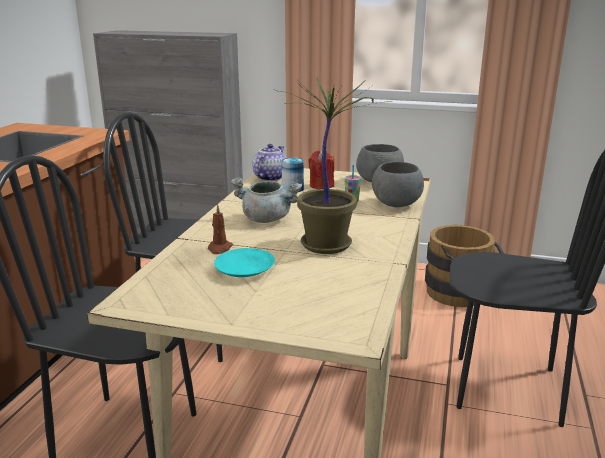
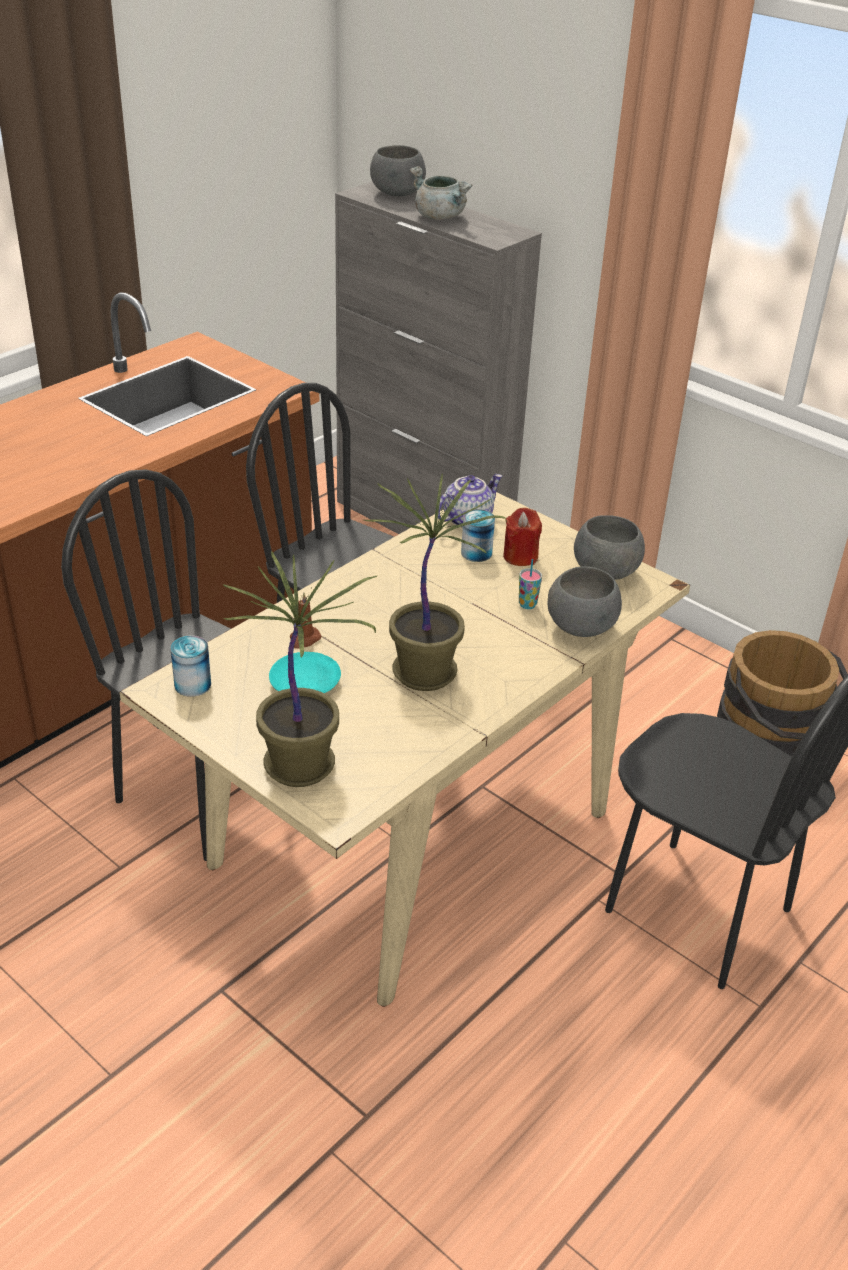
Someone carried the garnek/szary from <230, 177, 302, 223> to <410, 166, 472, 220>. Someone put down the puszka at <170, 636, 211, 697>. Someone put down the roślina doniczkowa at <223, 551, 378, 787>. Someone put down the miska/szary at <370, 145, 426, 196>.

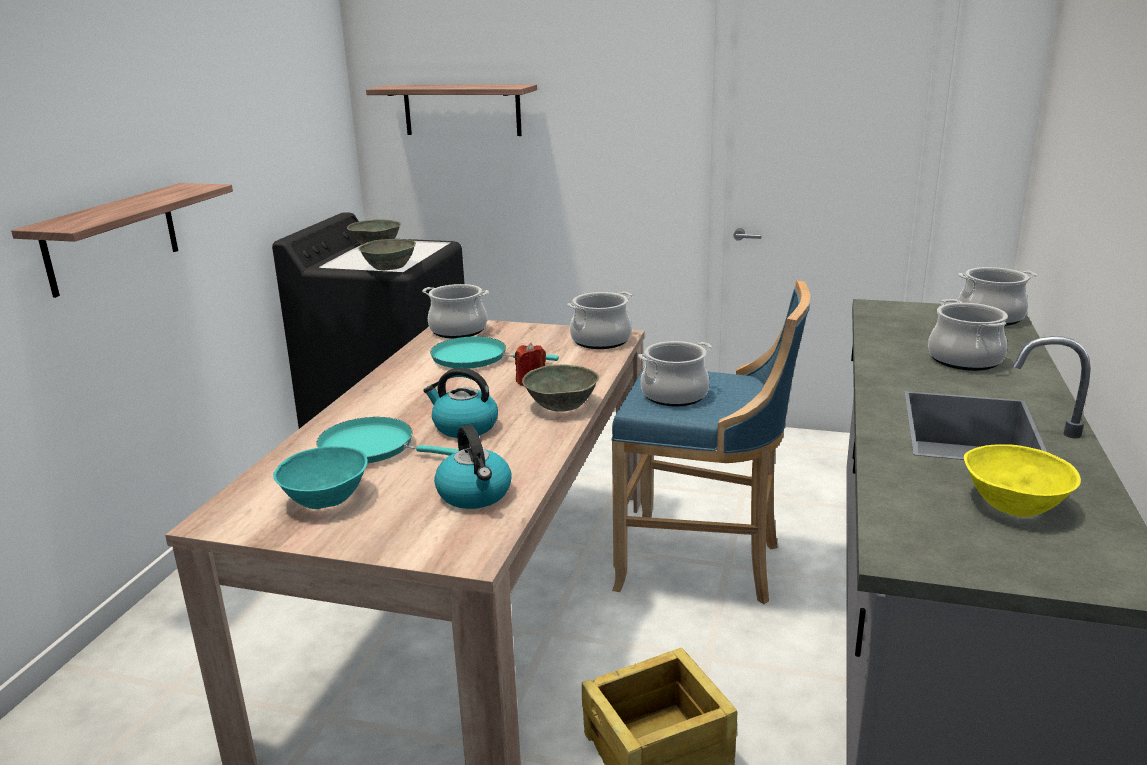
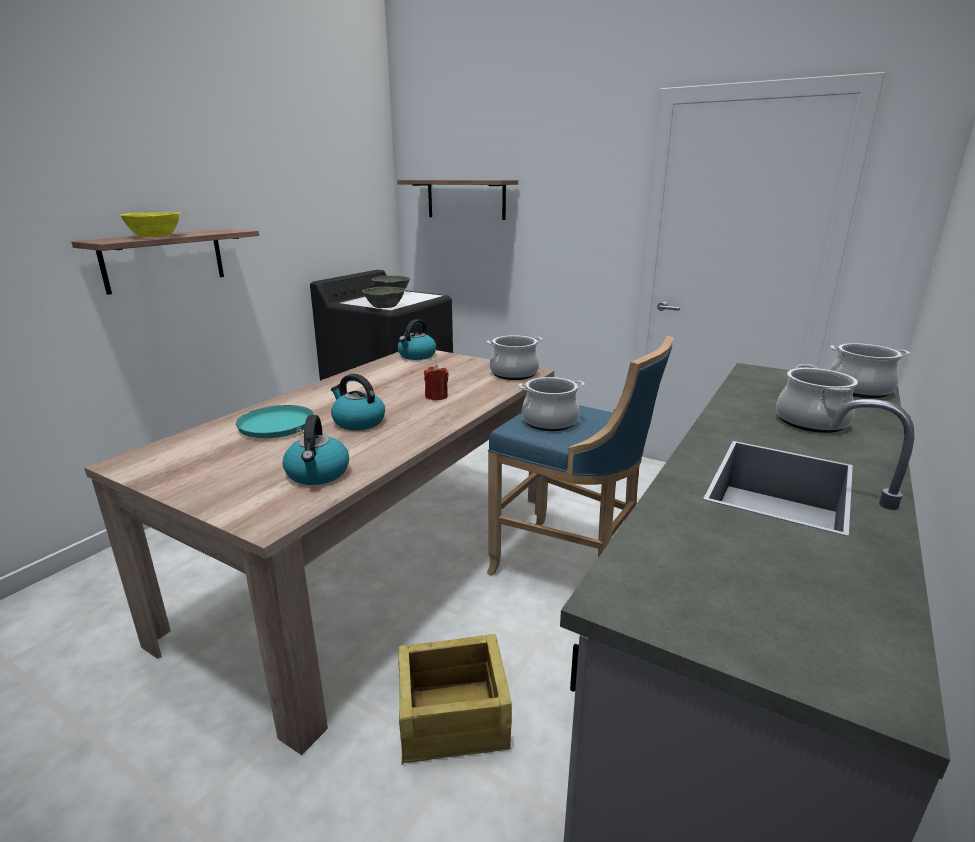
Someone took away the miska/turkusowy at <273, 446, 368, 509>. Someone swapped the garnek at <422, 284, 489, 339> for the czajnik at <398, 319, 436, 360>. Someone took away the patelnia/turkusowy at <430, 336, 559, 369>. Someone took away the miska/szary at <522, 364, 599, 411>. Someone carried the miska/żółty from <964, 444, 1081, 517> to <119, 212, 181, 237>.

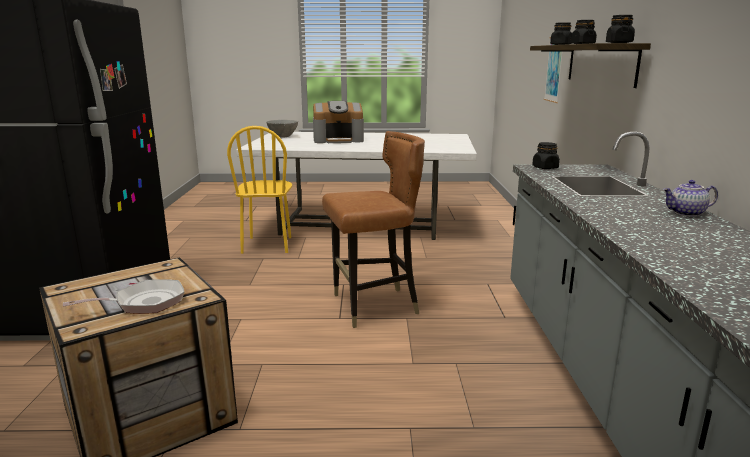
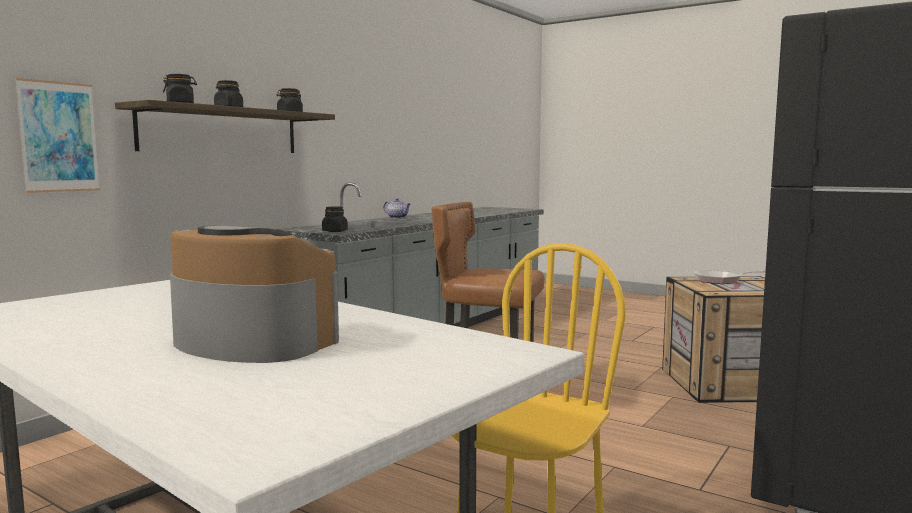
Someone took away the miska/szary at <266, 120, 298, 138>.

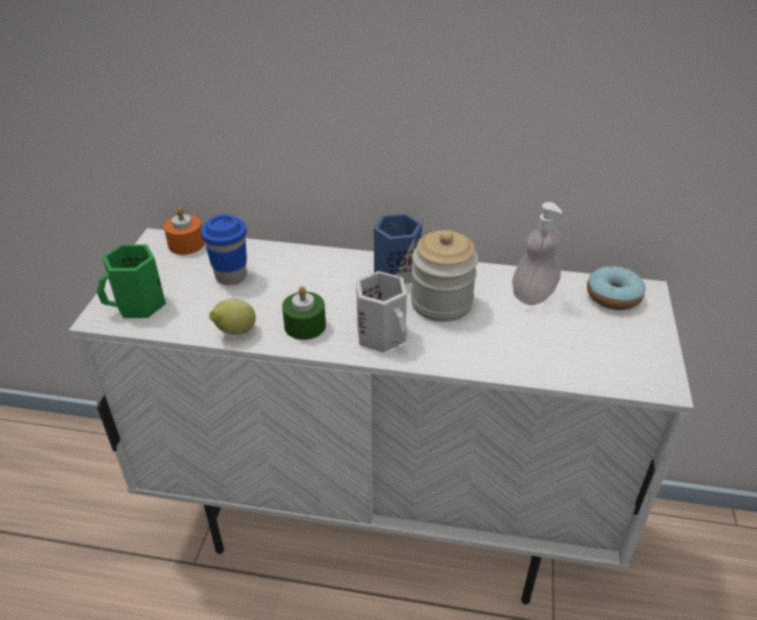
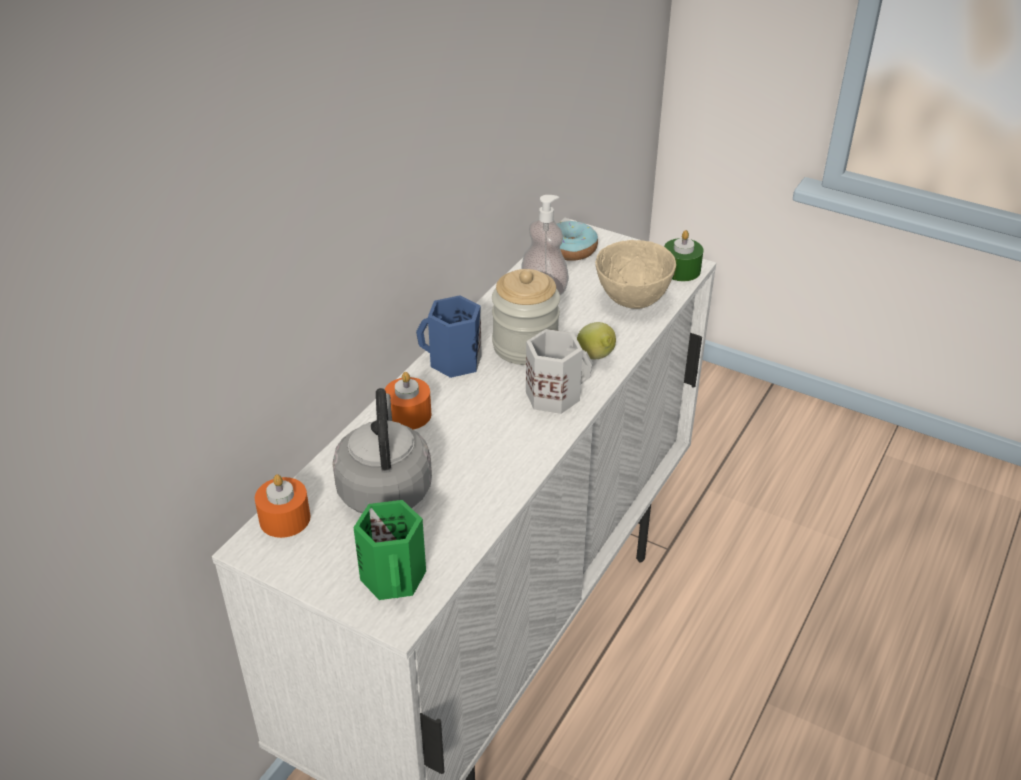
Someone swapped the filiżanka/niebieski at <201, 214, 247, 285> for the czajnik/szary at <332, 388, 432, 513>. Someone carried the cytryna from <209, 299, 256, 335> to <577, 322, 616, 359>. Someone carried the świeca/zielony from <282, 286, 326, 340> to <664, 230, 703, 281>. Someone put down the świeca/pomarańczowy at <385, 372, 431, 429>. Someone put down the miska/beżowy at <595, 240, 676, 309>.

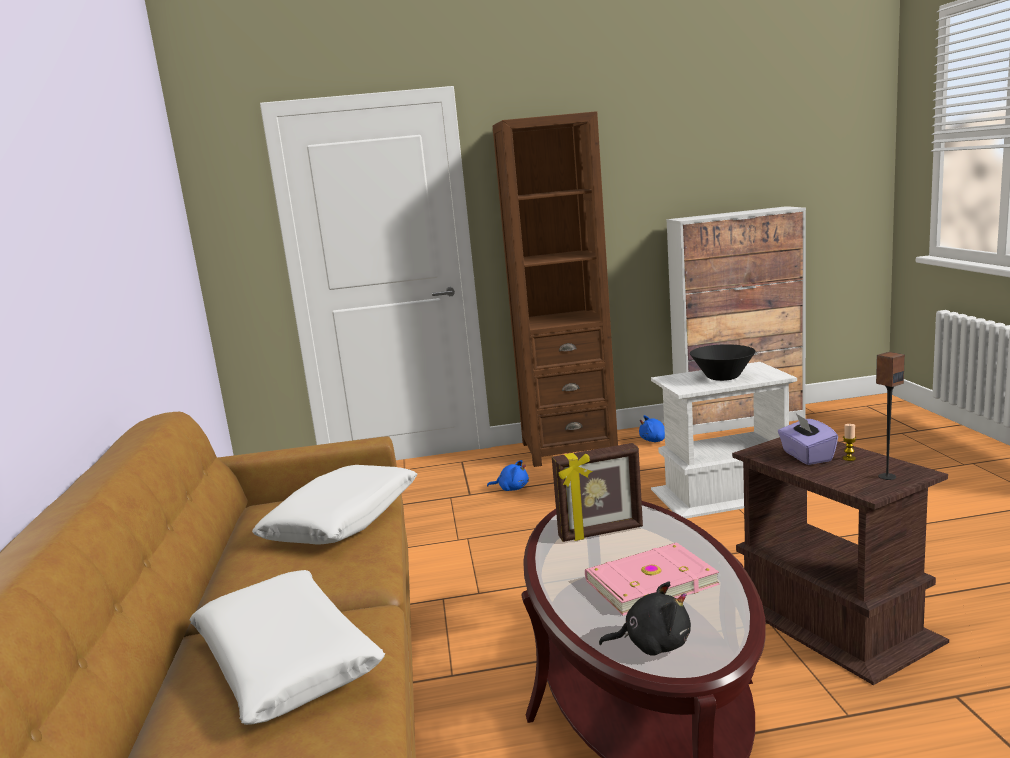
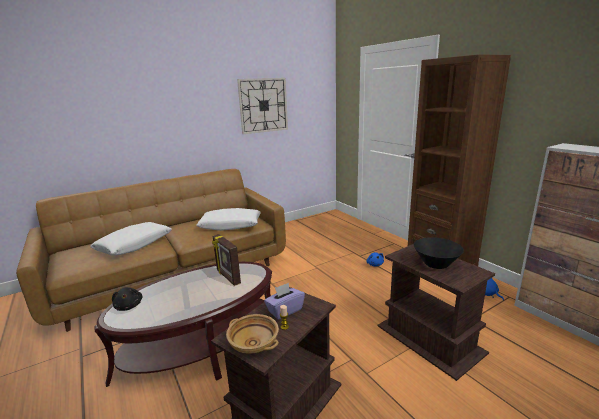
Someone took away the książka/różowy at <585, 542, 720, 616>. Someone repainted the stolik/biały at <651, 362, 797, 518>, which became the stolik/brązowy at <378, 244, 495, 381>. Someone swapped the głośnik at <876, 352, 905, 480> for the miska/beżowy at <226, 314, 279, 354>. Someone put up the zegar ścienny at <237, 78, 288, 134>.

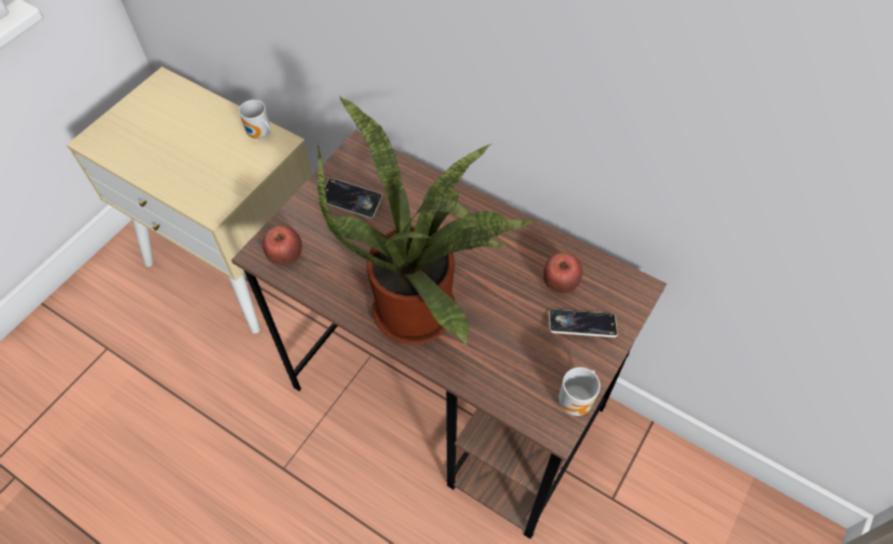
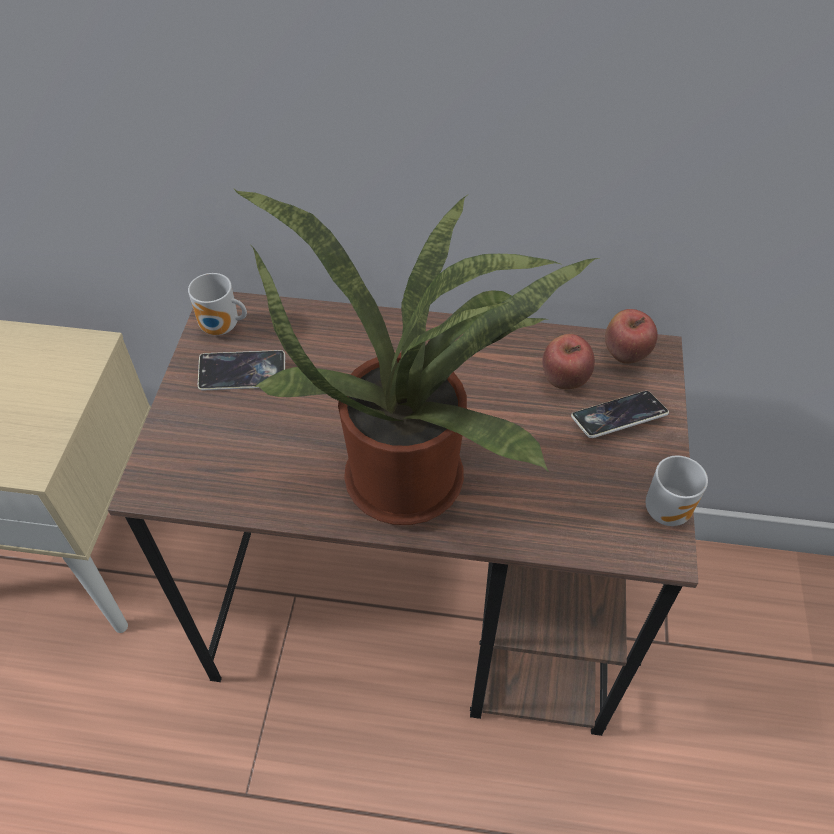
Someone carried the kubek from <239, 100, 271, 139> to <188, 273, 247, 335>. Someone carried the jabłko from <263, 225, 302, 265> to <605, 309, 658, 364>.

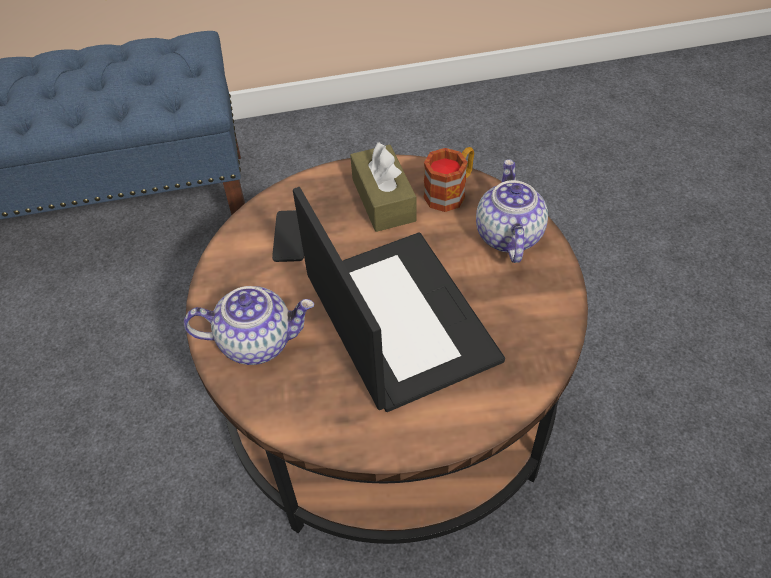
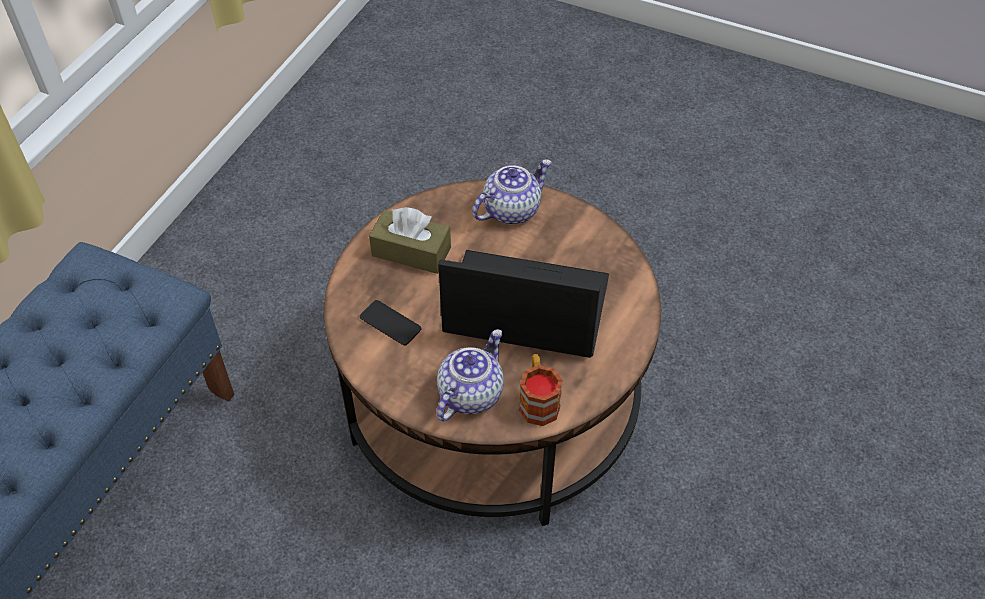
Someone carried the kubek from <424, 147, 474, 212> to <519, 354, 563, 426>. Someone rotated the imbryk at <476, 159, 548, 263> by 105 degrees clockwise.

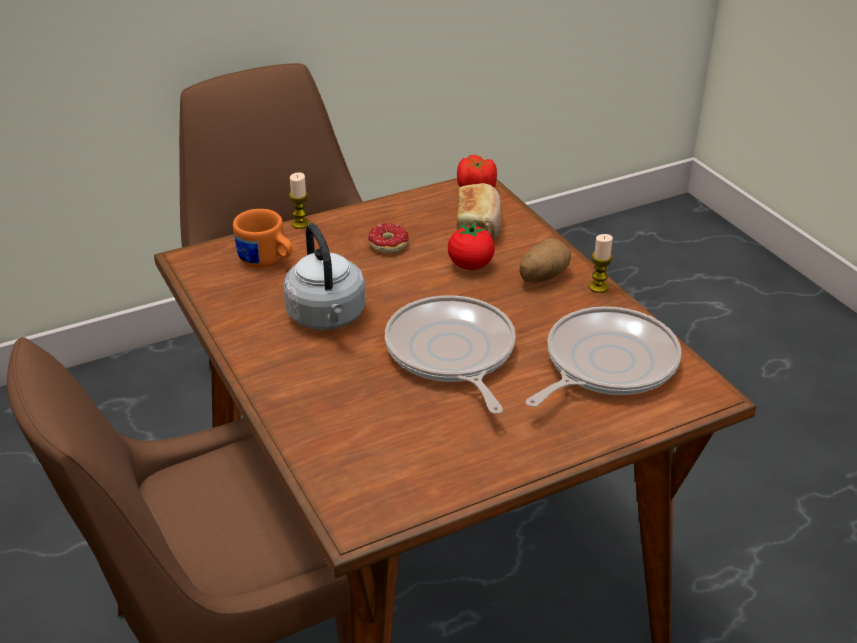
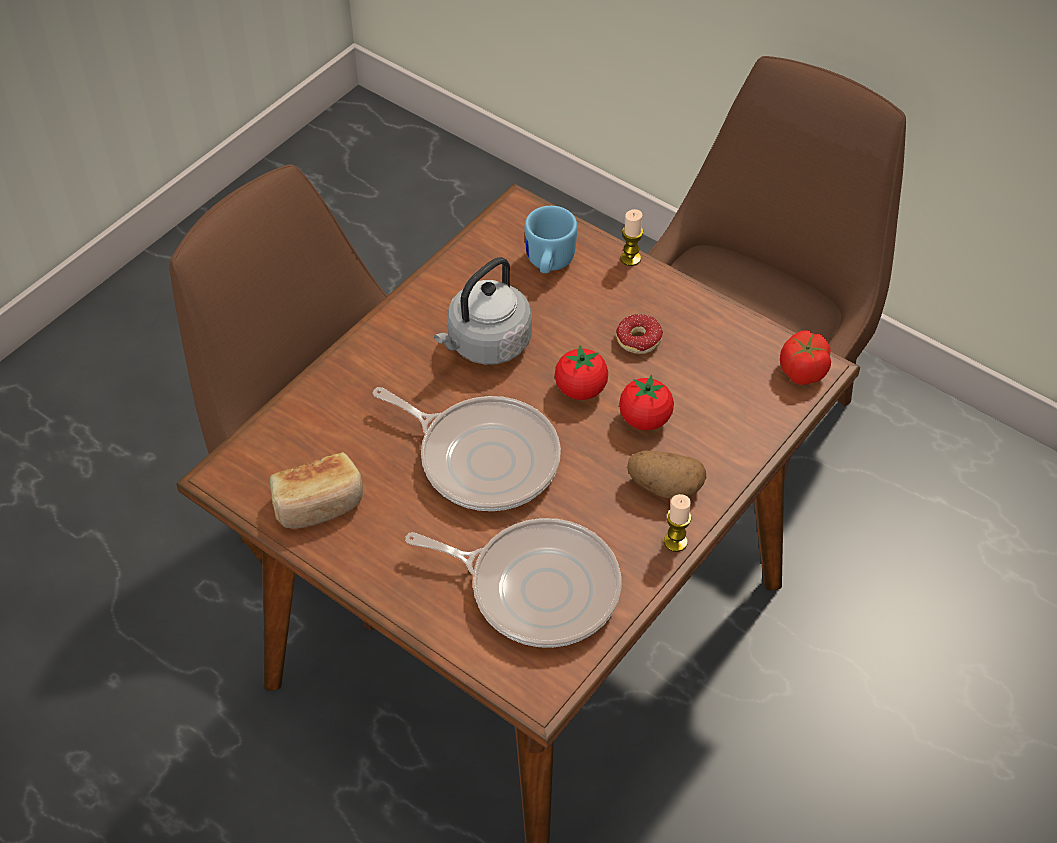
Someone repainted the kubek/pomarańczowy at <233, 209, 293, 268>, which became the kubek/niebieski at <524, 206, 578, 273>. Someone rotated the patelnia at <385, 295, 516, 414> by 75 degrees clockwise. Someone carried the chleb from <457, 183, 502, 240> to <270, 452, 363, 529>. Someone put down the pomidor at <555, 345, 608, 400>.

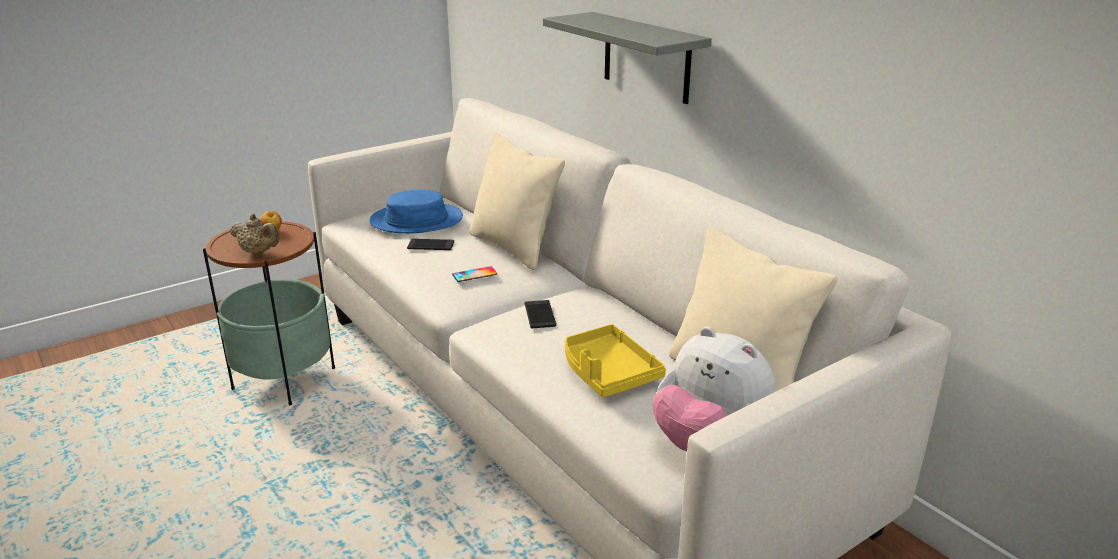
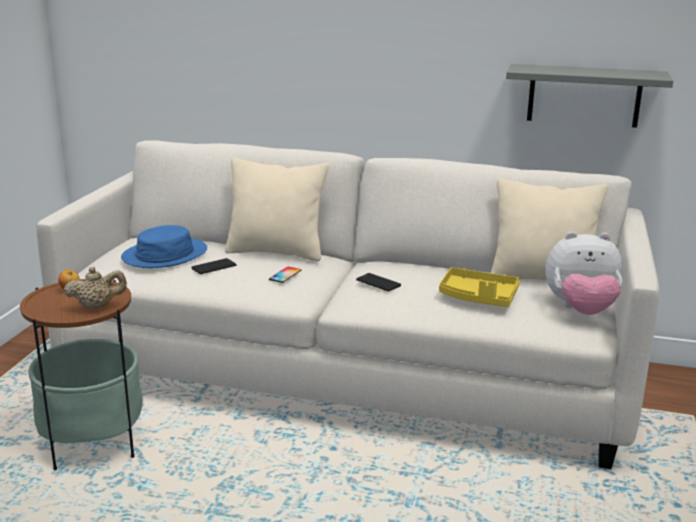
Someone carried the półka/szary from <543, 12, 712, 104> to <506, 64, 673, 128>.

